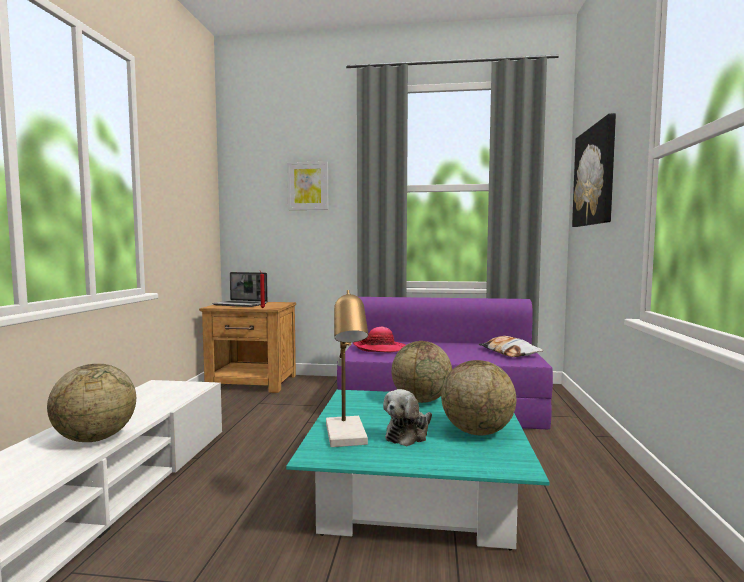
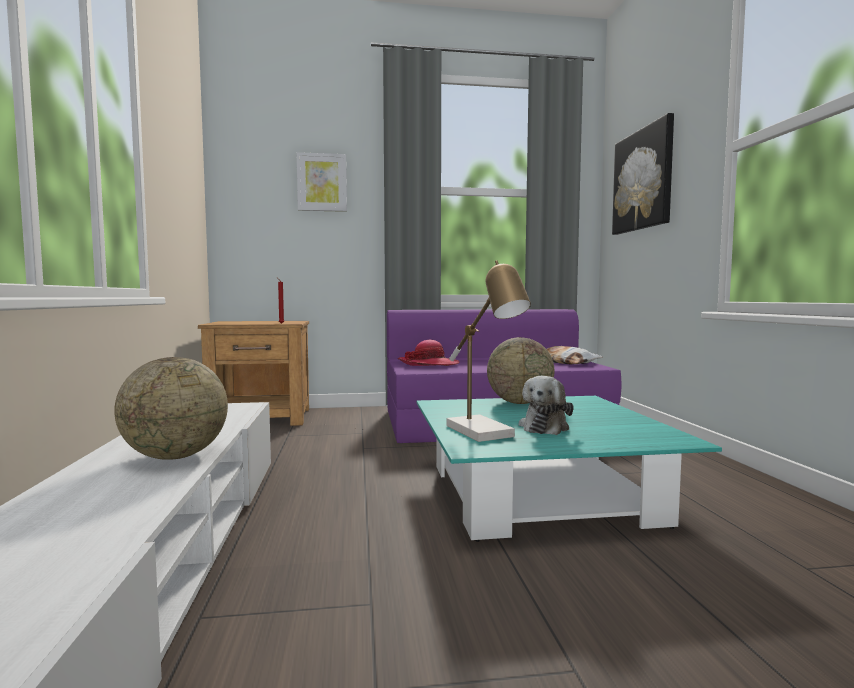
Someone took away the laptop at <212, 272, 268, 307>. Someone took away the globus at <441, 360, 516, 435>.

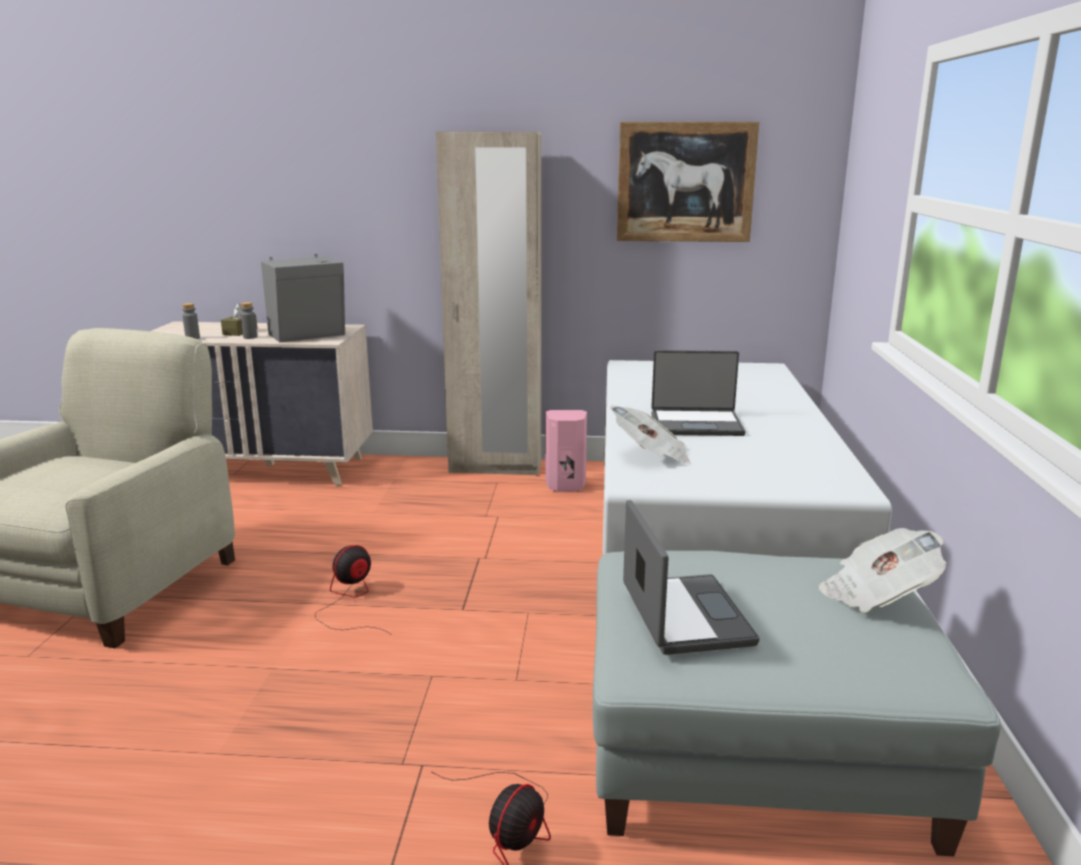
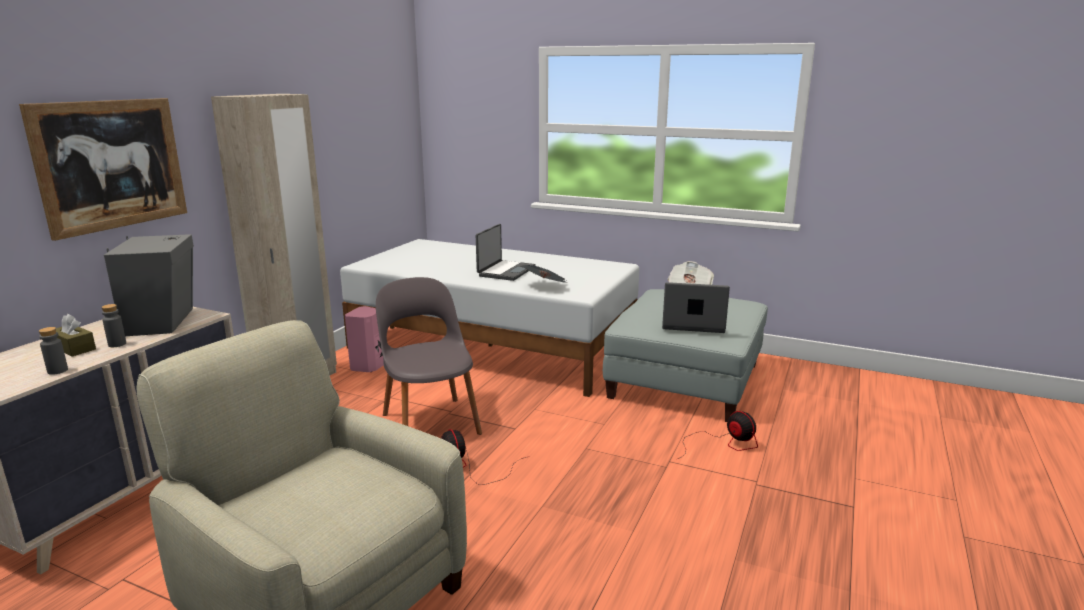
Someone carried the obraz from <617, 122, 759, 242> to <19, 98, 187, 241>. Someone put down the krzesło/szary at <376, 277, 482, 435>.

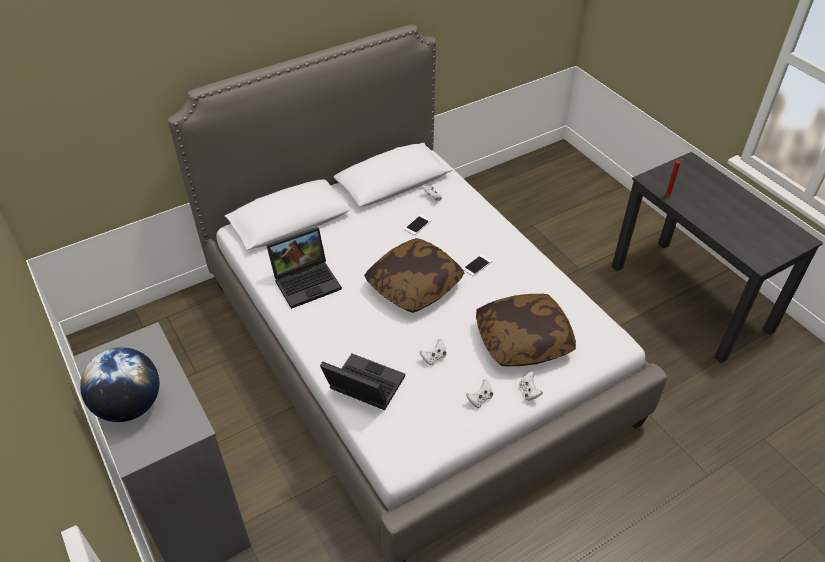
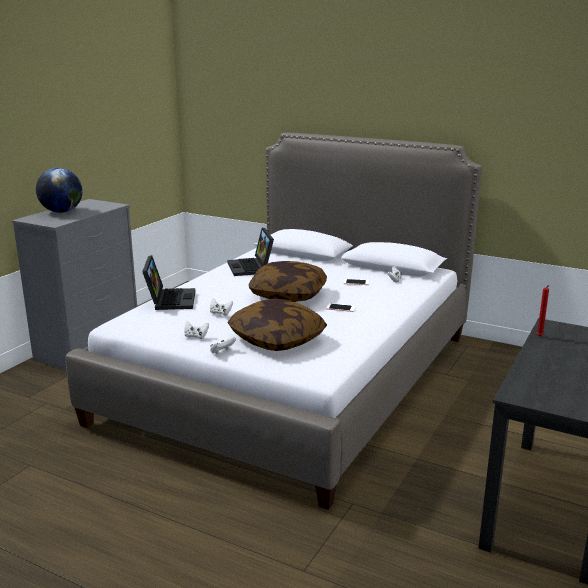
Someone rotated the laptop at <266, 227, 342, 309> by 45 degrees clockwise.

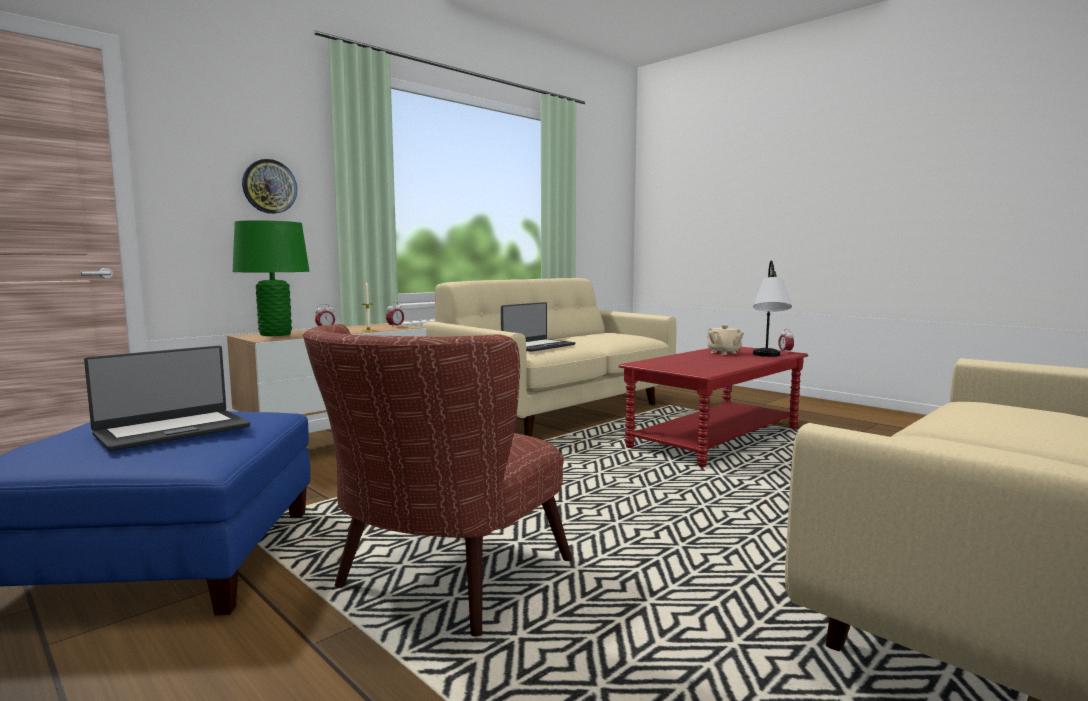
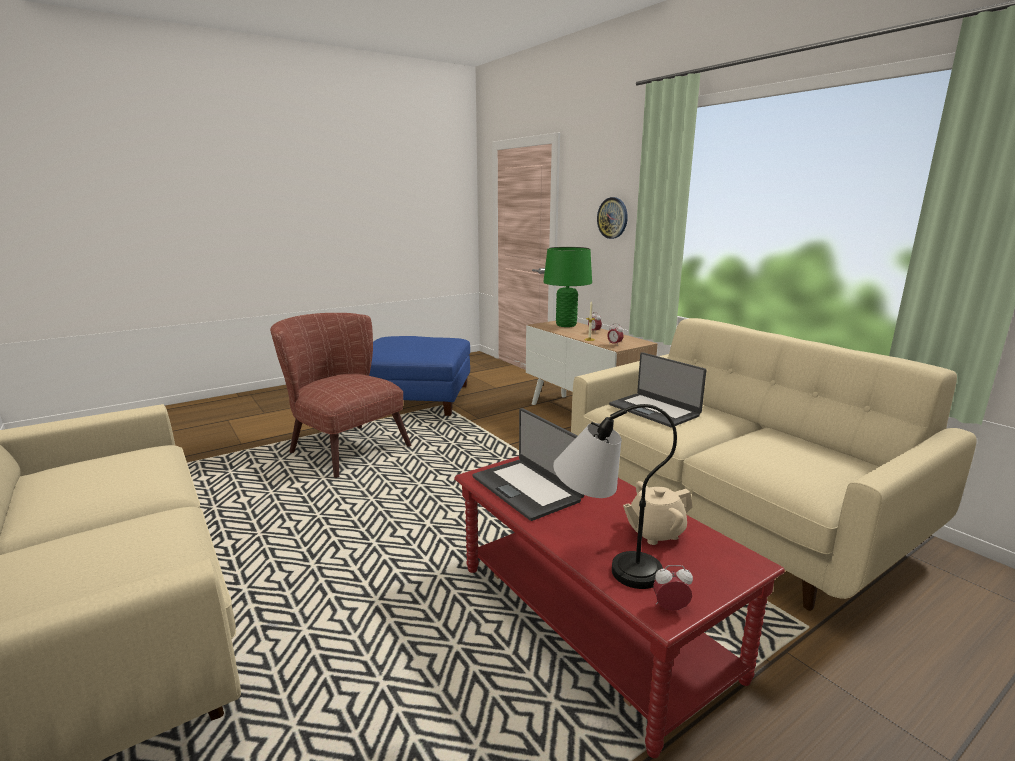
Someone carried the laptop from <84, 346, 250, 451> to <472, 408, 584, 521>.

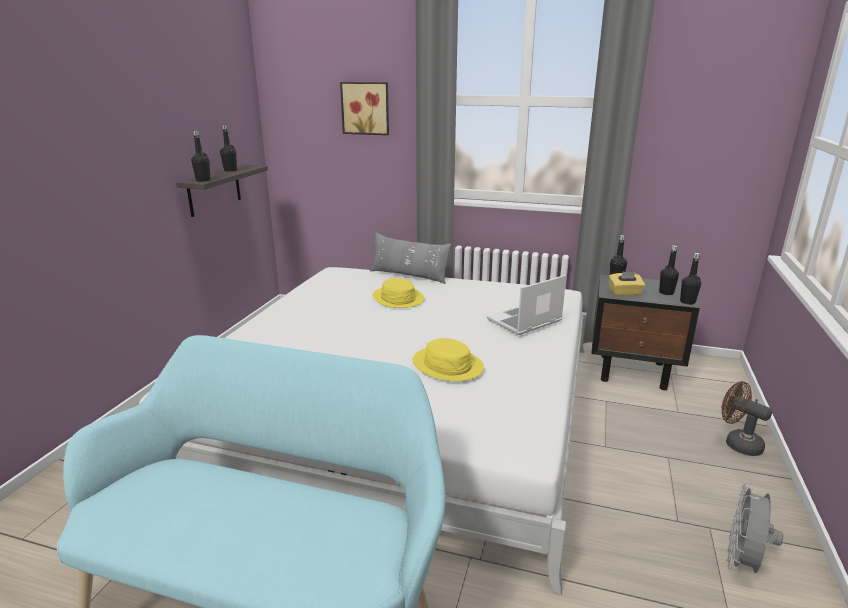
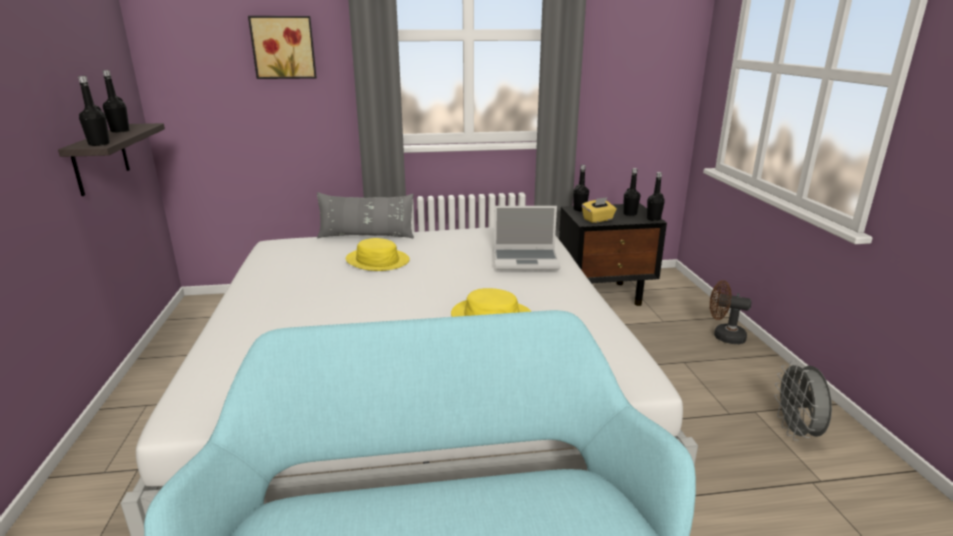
Someone rotated the laptop at <487, 275, 566, 335> by 120 degrees counterclockwise.

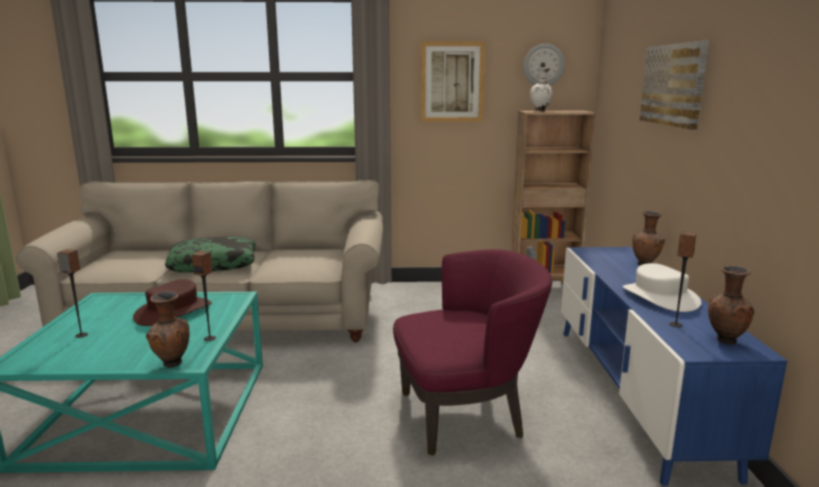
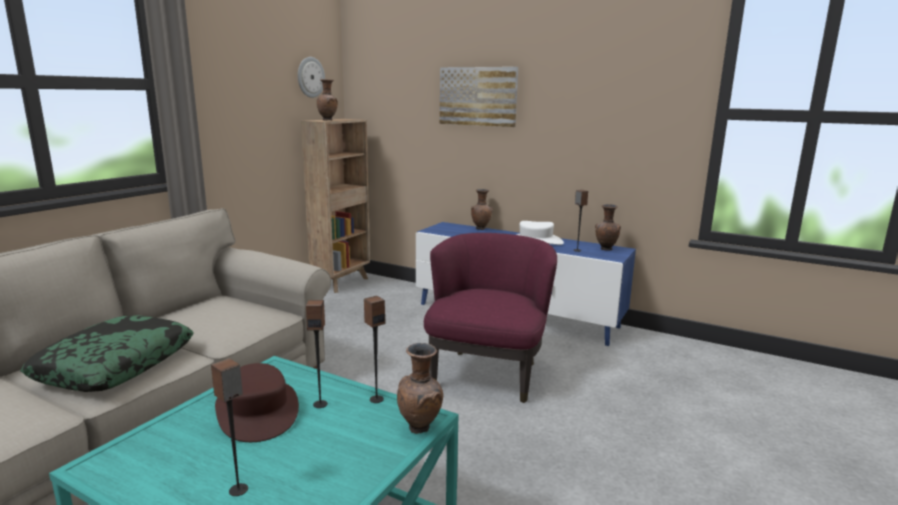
Someone took away the obraz at <421, 41, 485, 122>. Someone repainted the wazon/biały at <530, 67, 553, 112>, which became the wazon/brązowy at <317, 79, 338, 121>. Someone put down the głośnik at <306, 300, 328, 408>.

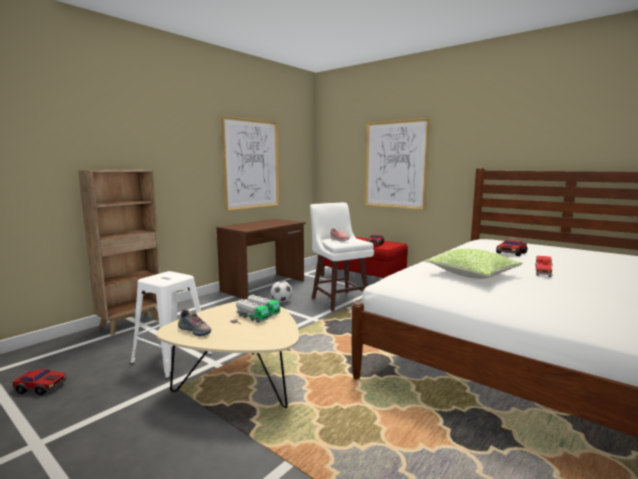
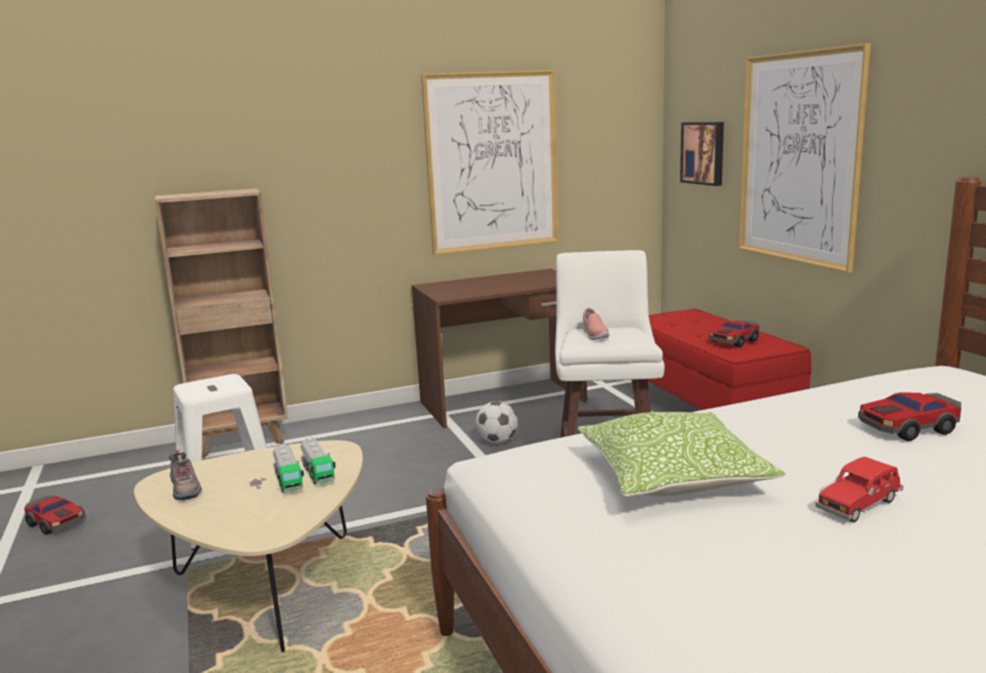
Someone put up the obraz at <680, 122, 724, 186>.

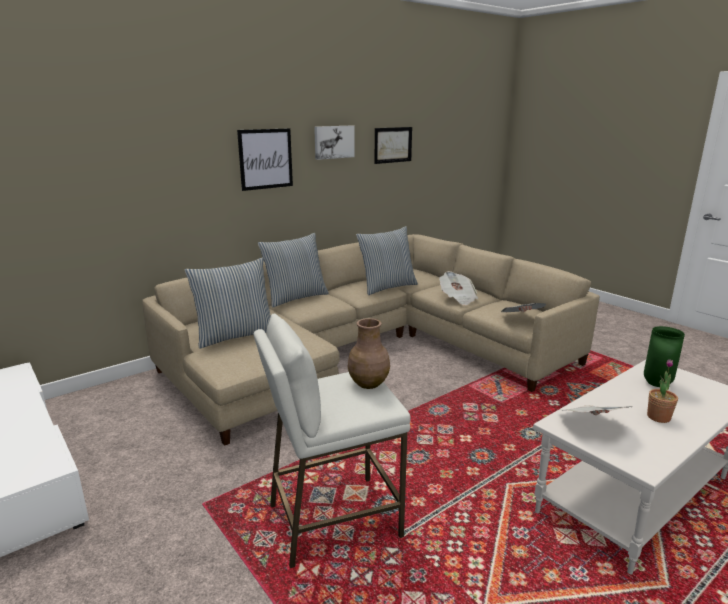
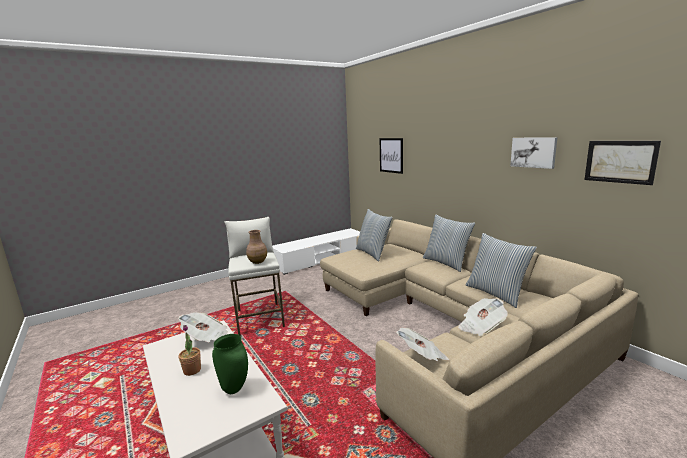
Someone carried the obraz from <237, 128, 293, 191> to <380, 138, 403, 174>.

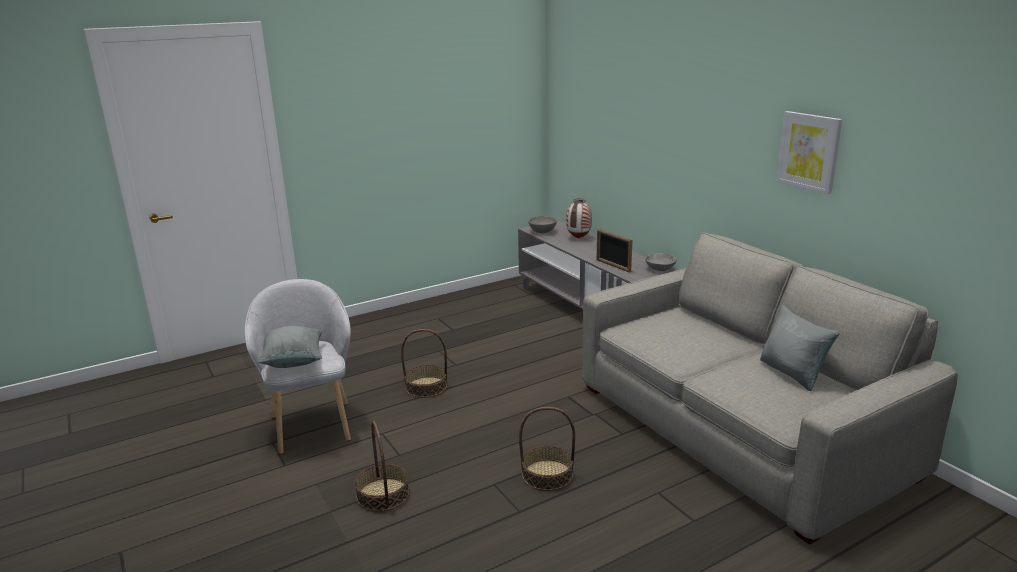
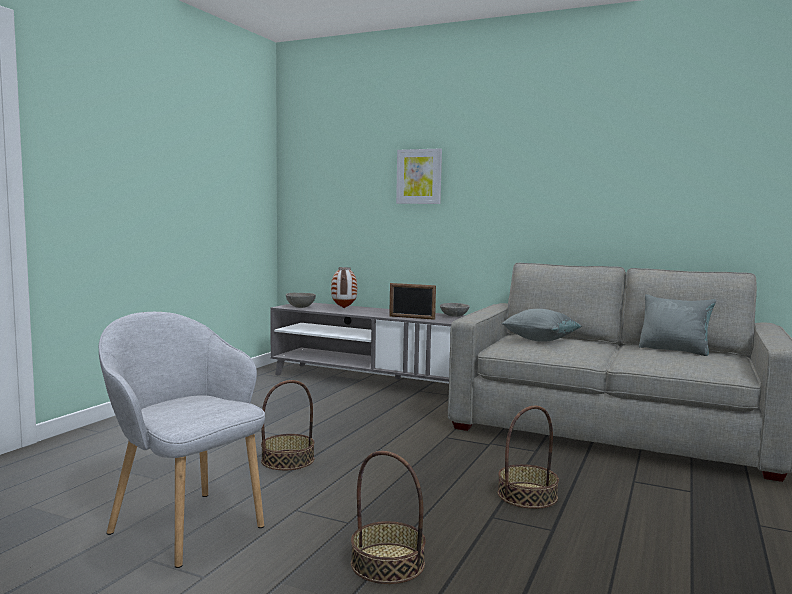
Someone carried the poduszka/szary from <258, 326, 323, 368> to <501, 309, 582, 342>. Someone carried the obraz from <777, 111, 842, 194> to <396, 148, 442, 204>.

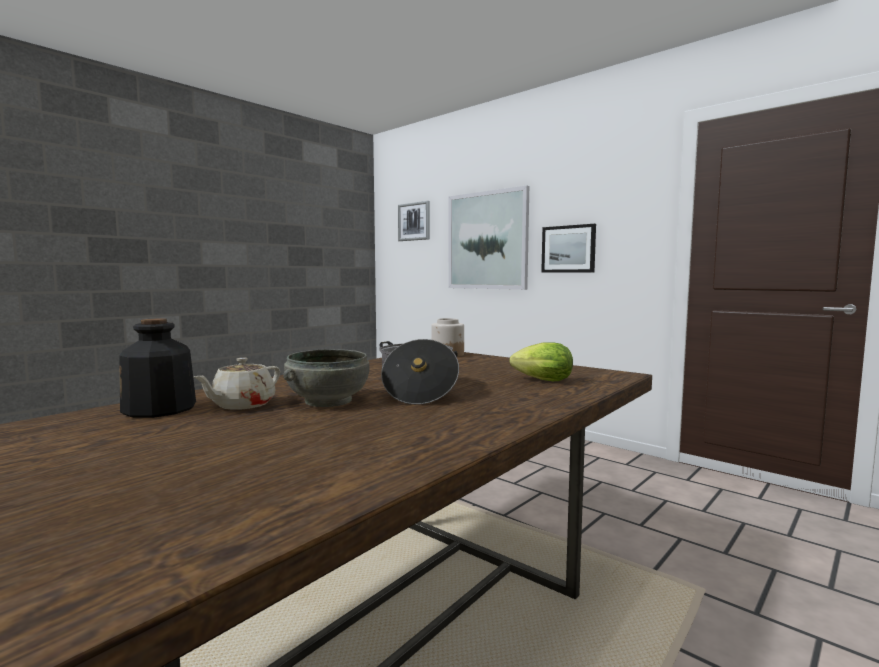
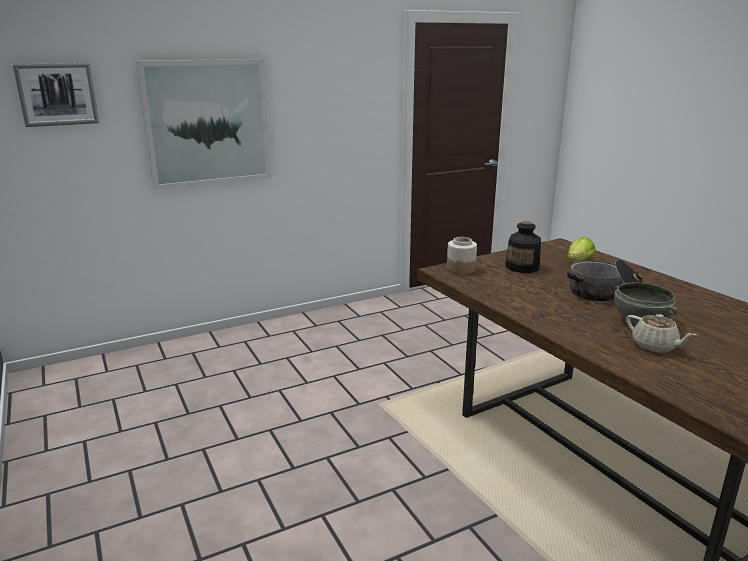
Someone carried the butelka from <119, 318, 196, 418> to <505, 221, 541, 273>. Someone took away the obraz at <541, 224, 596, 273>.

